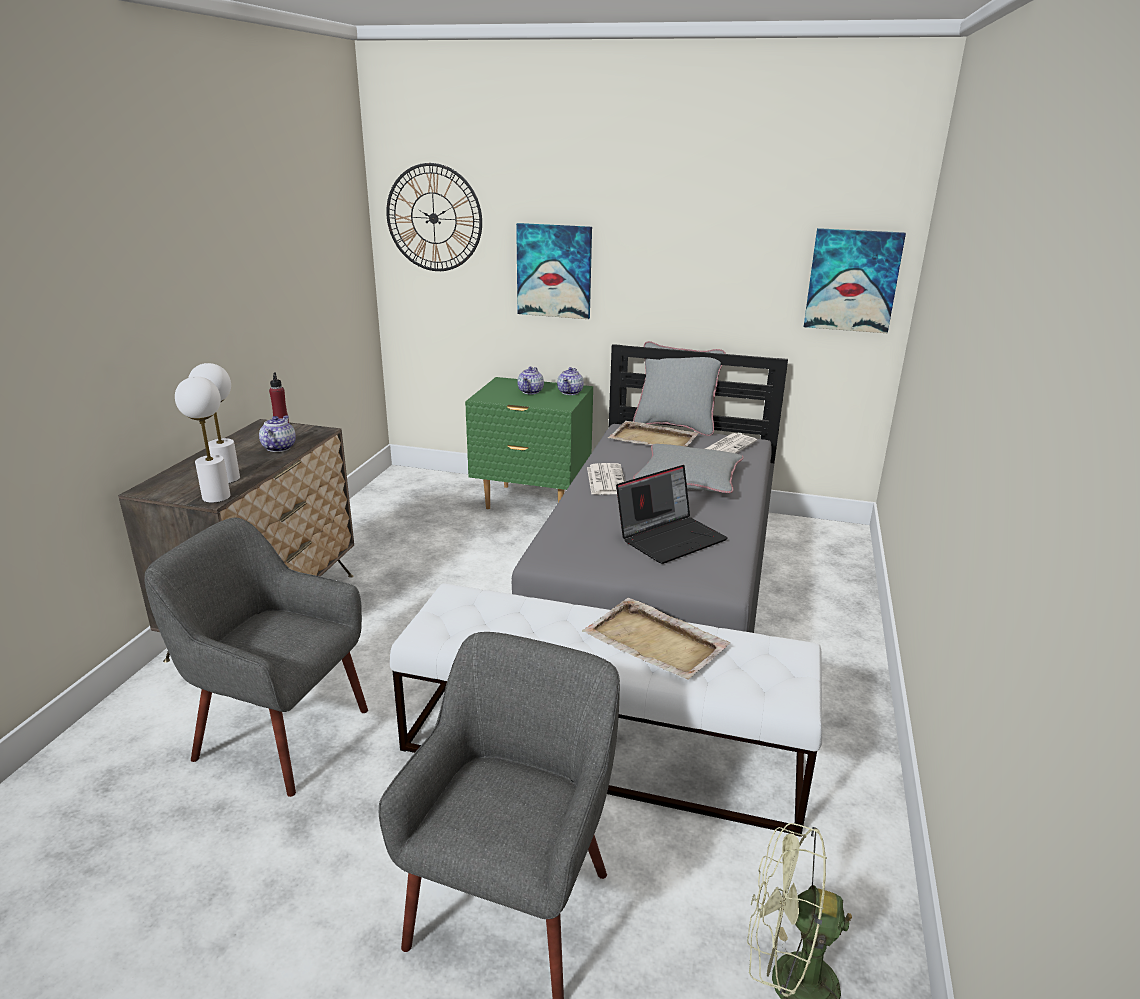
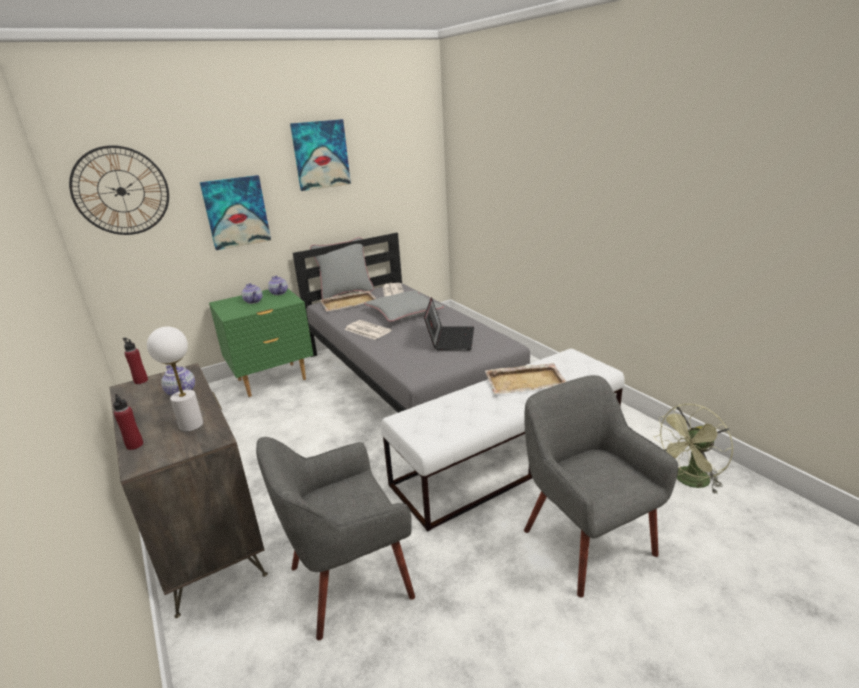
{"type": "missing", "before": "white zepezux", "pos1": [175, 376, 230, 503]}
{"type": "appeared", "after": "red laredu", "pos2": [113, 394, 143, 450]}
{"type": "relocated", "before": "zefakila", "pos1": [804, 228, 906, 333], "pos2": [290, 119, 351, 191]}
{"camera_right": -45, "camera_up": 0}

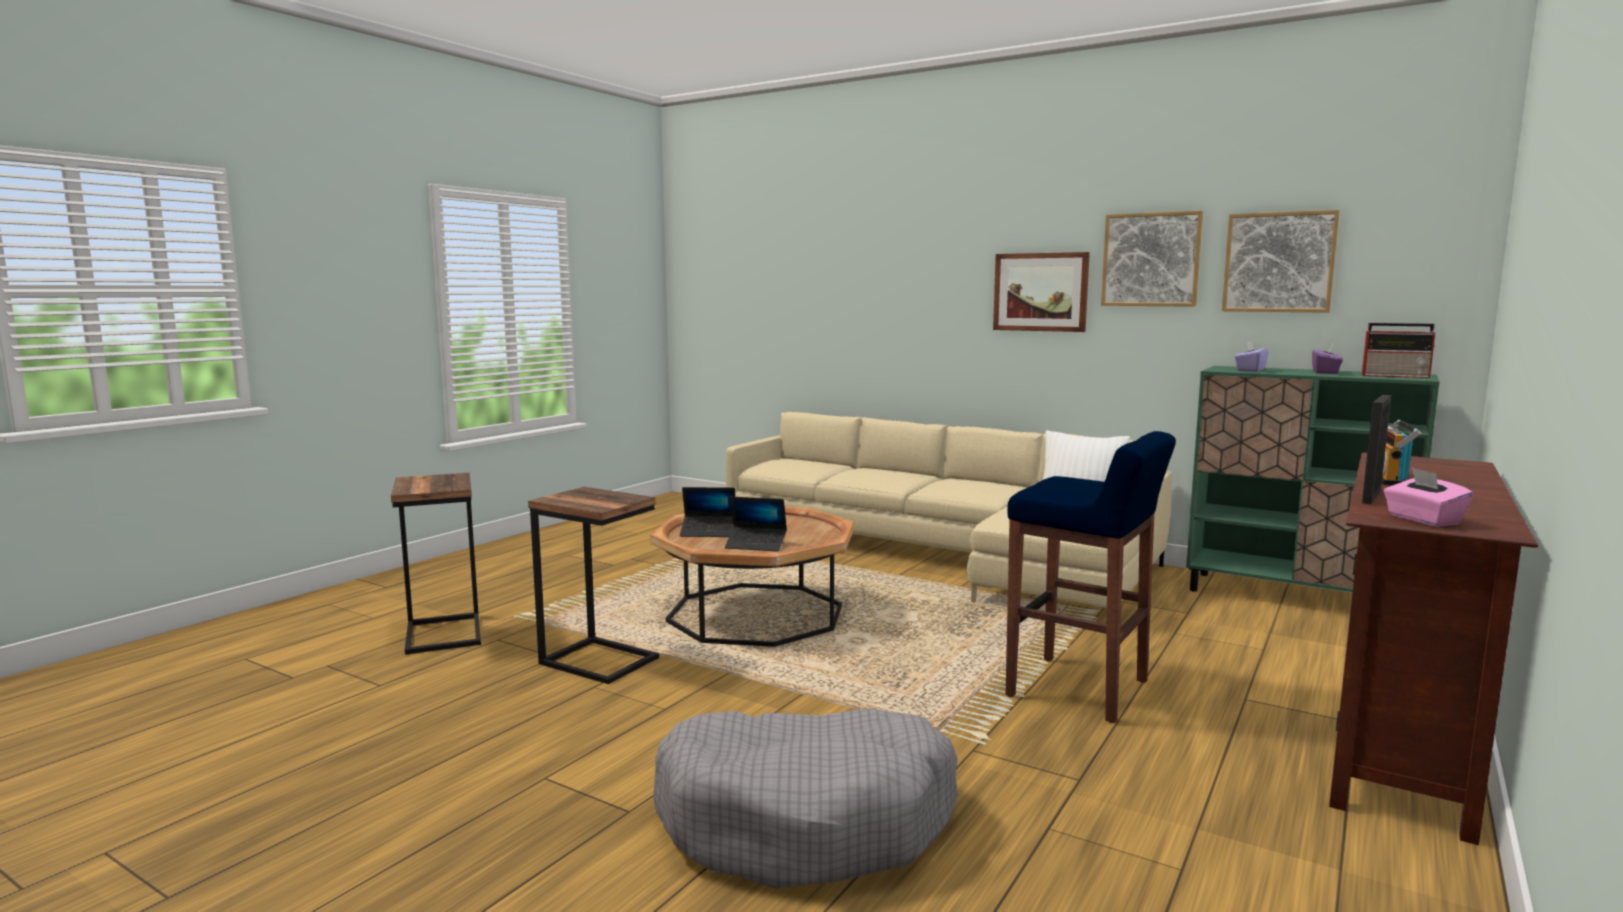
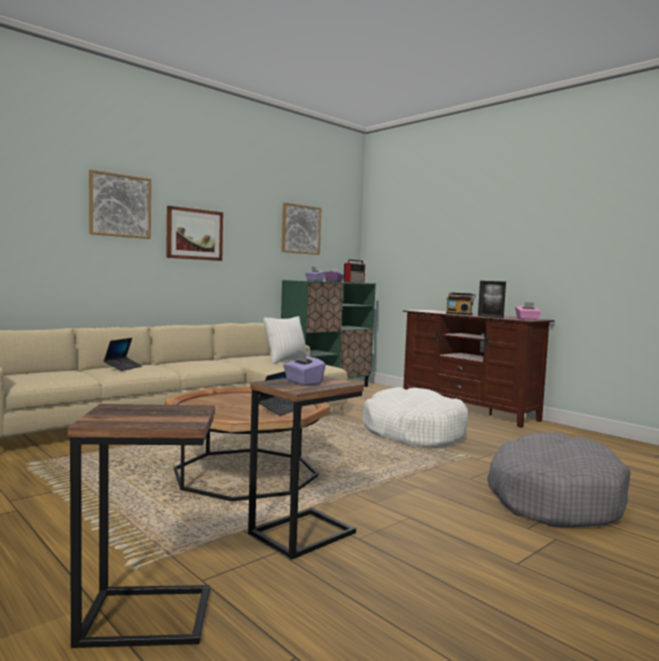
{"type": "appeared", "after": "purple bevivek", "pos2": [283, 350, 326, 386]}
{"type": "relocated", "before": "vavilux", "pos1": [680, 487, 735, 537], "pos2": [103, 338, 142, 371]}
{"type": "relocated", "before": "zefakila", "pos1": [1101, 211, 1203, 307], "pos2": [89, 170, 151, 239]}
{"type": "exchanged", "before": "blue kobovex", "after": "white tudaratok", "pos1": [1005, 431, 1176, 723], "pos2": [363, 387, 468, 448]}
{"camera_right": -75, "camera_up": -5}

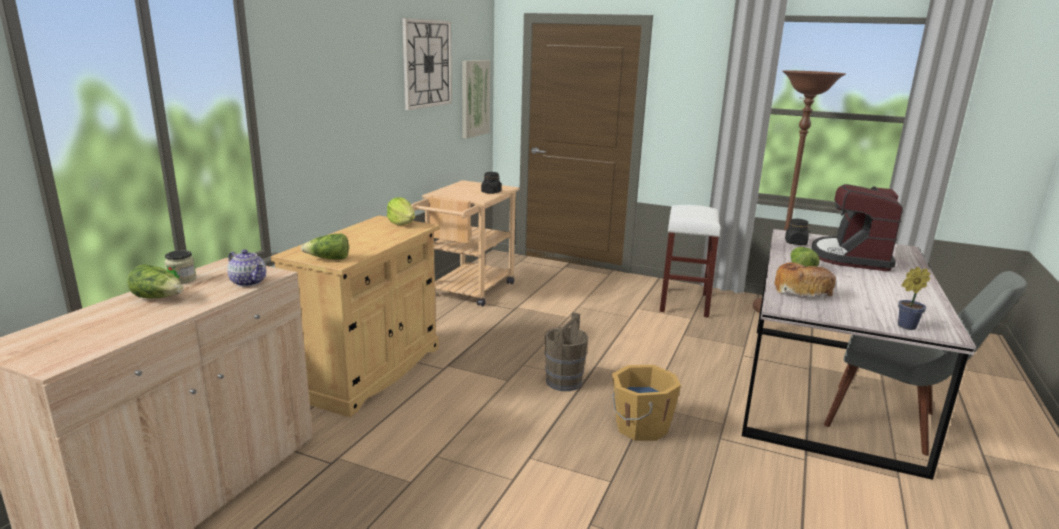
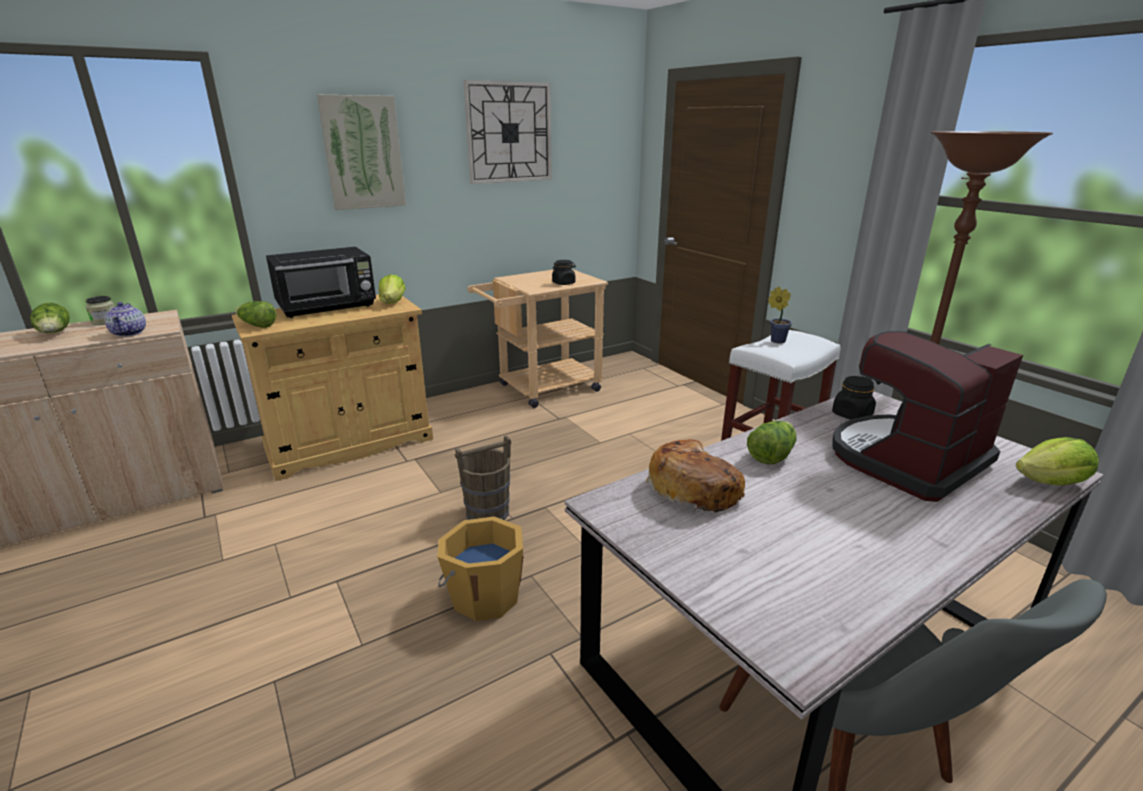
{"type": "appeared", "after": "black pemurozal", "pos2": [266, 247, 376, 318]}
{"type": "appeared", "after": "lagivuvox", "pos2": [1016, 437, 1099, 485]}
{"type": "relocated", "before": "zefakila", "pos1": [462, 60, 490, 139], "pos2": [317, 95, 406, 210]}
{"type": "relocated", "before": "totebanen", "pos1": [898, 267, 931, 330], "pos2": [768, 286, 792, 344]}
{"camera_right": 35, "camera_up": 5}

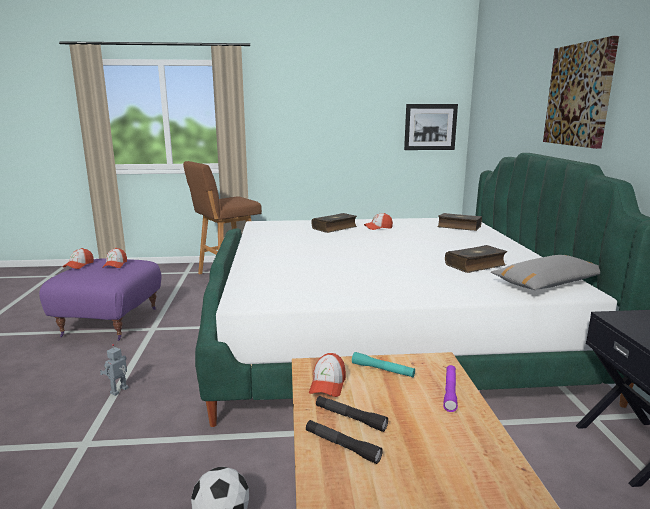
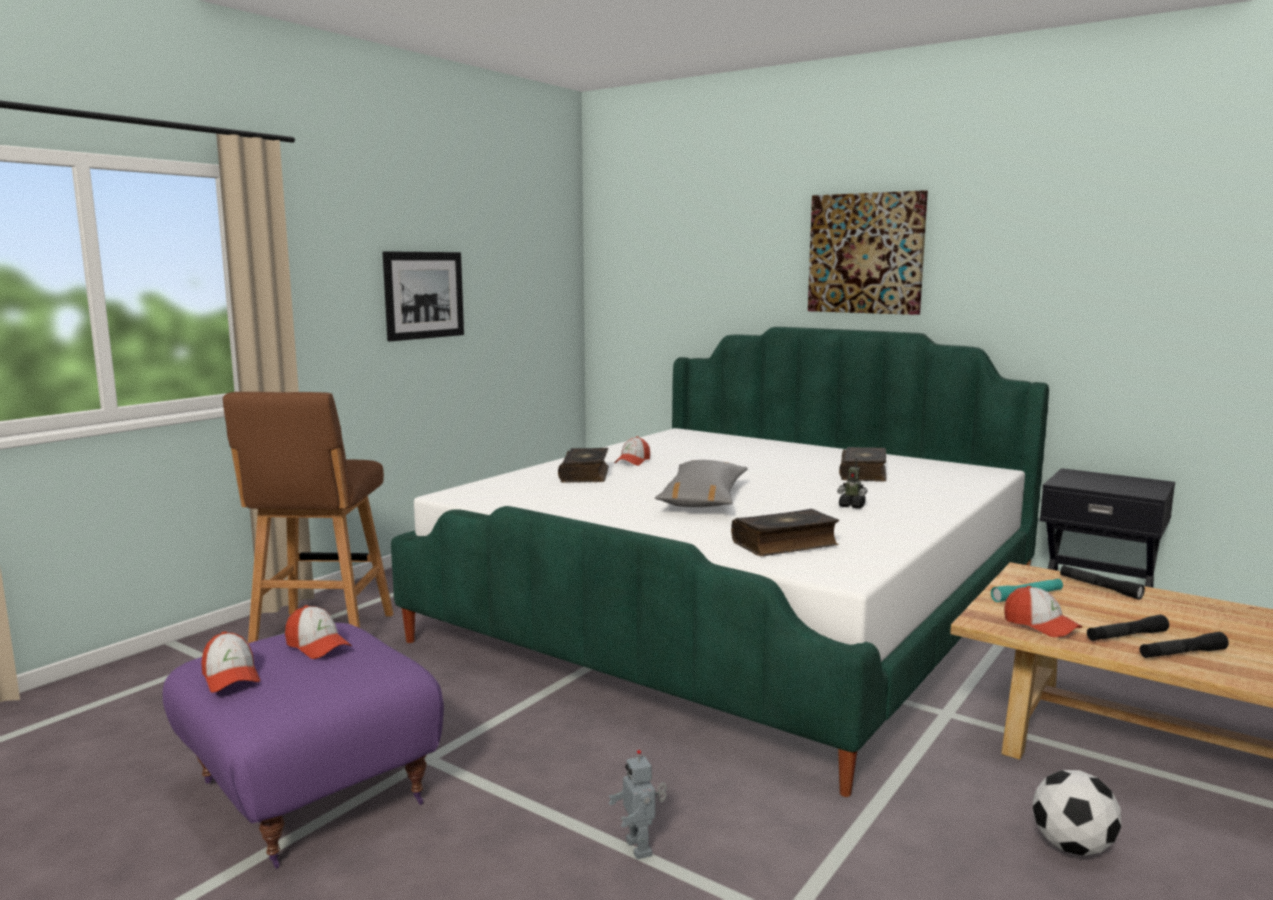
{"type": "appeared", "after": "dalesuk", "pos2": [837, 458, 868, 509]}
{"type": "relocated", "before": "zefakila", "pos1": [404, 104, 458, 150], "pos2": [383, 251, 464, 341]}
{"type": "relocated", "before": "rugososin", "pos1": [437, 213, 482, 231], "pos2": [731, 509, 839, 556]}
{"type": "relocated", "before": "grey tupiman", "pos1": [491, 255, 600, 290], "pos2": [655, 460, 748, 507]}
{"type": "colour", "before": "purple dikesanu", "after": "black dikesanu", "pos1": [443, 365, 458, 412], "pos2": [1060, 565, 1145, 600]}
{"camera_right": -50, "camera_up": -5}

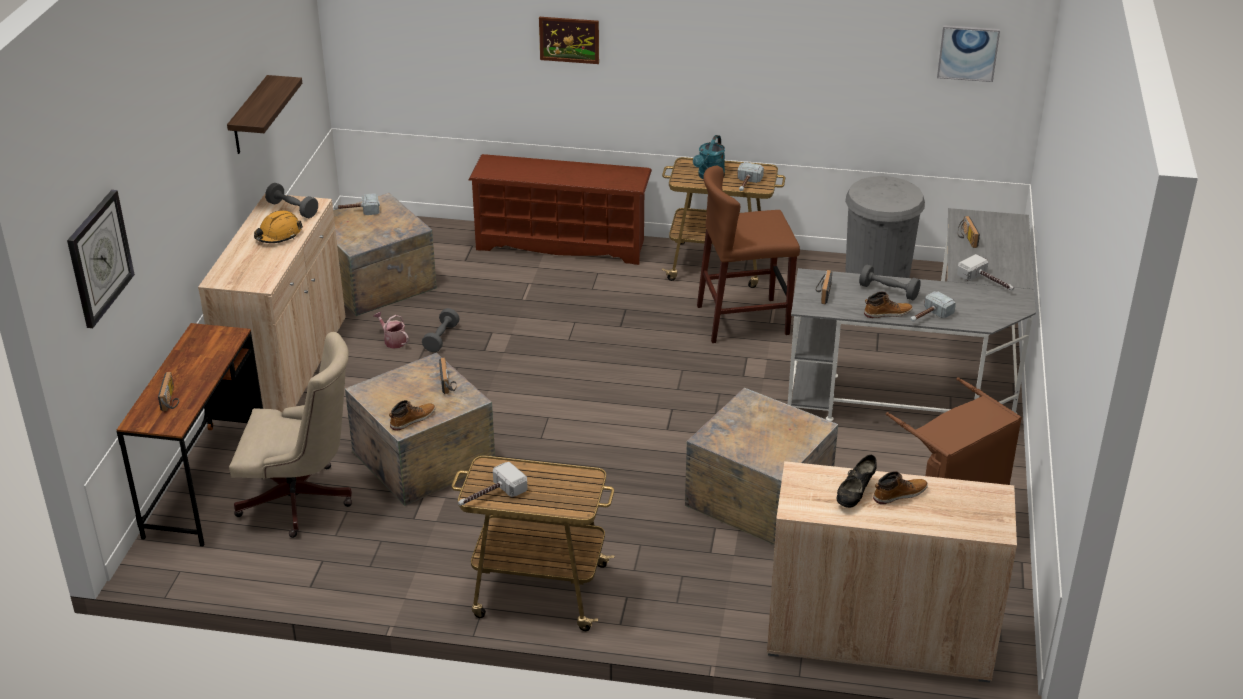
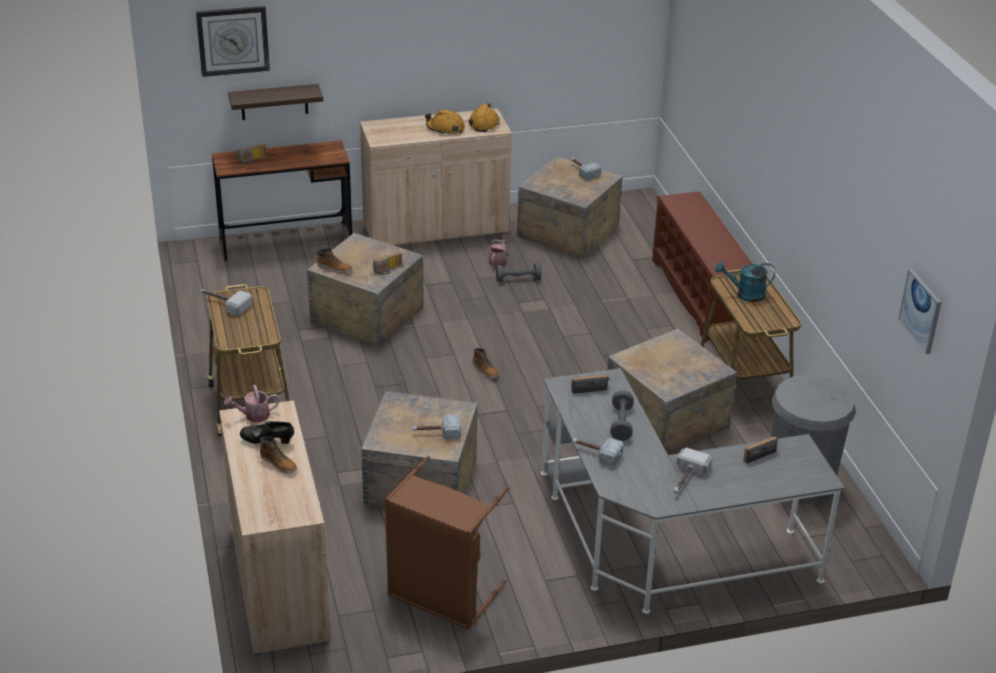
{"type": "missing", "before": "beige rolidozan", "pos1": [229, 332, 352, 538]}
{"type": "missing", "before": "zefakila", "pos1": [539, 17, 599, 64]}
{"type": "appeared", "after": "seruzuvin", "pos2": [224, 385, 280, 422]}
{"type": "relocated", "before": "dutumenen", "pos1": [227, 75, 302, 154], "pos2": [228, 84, 323, 120]}
{"type": "relocated", "before": "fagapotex", "pos1": [737, 162, 764, 191], "pos2": [412, 414, 461, 440]}
{"type": "relocated", "before": "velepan", "pos1": [864, 292, 913, 318], "pos2": [473, 348, 499, 378]}
{"type": "exchanged", "before": "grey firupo", "after": "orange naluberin", "pos1": [265, 183, 318, 218], "pos2": [468, 103, 500, 132]}
{"type": "exchanged", "before": "brown kobovex", "after": "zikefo", "pos1": [697, 166, 800, 343], "pos2": [607, 329, 737, 454]}
{"camera_right": 65, "camera_up": 0}

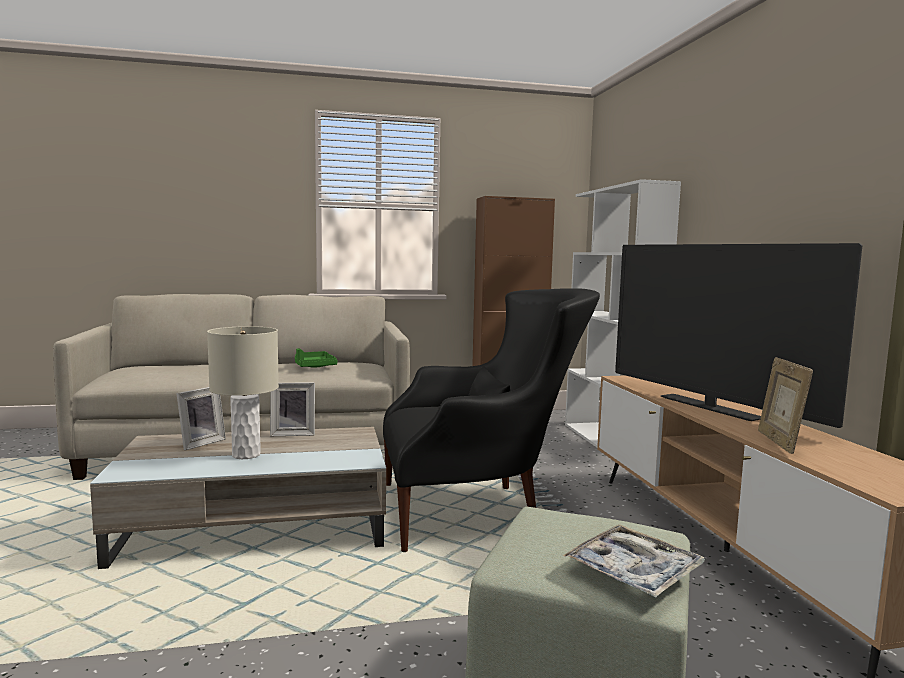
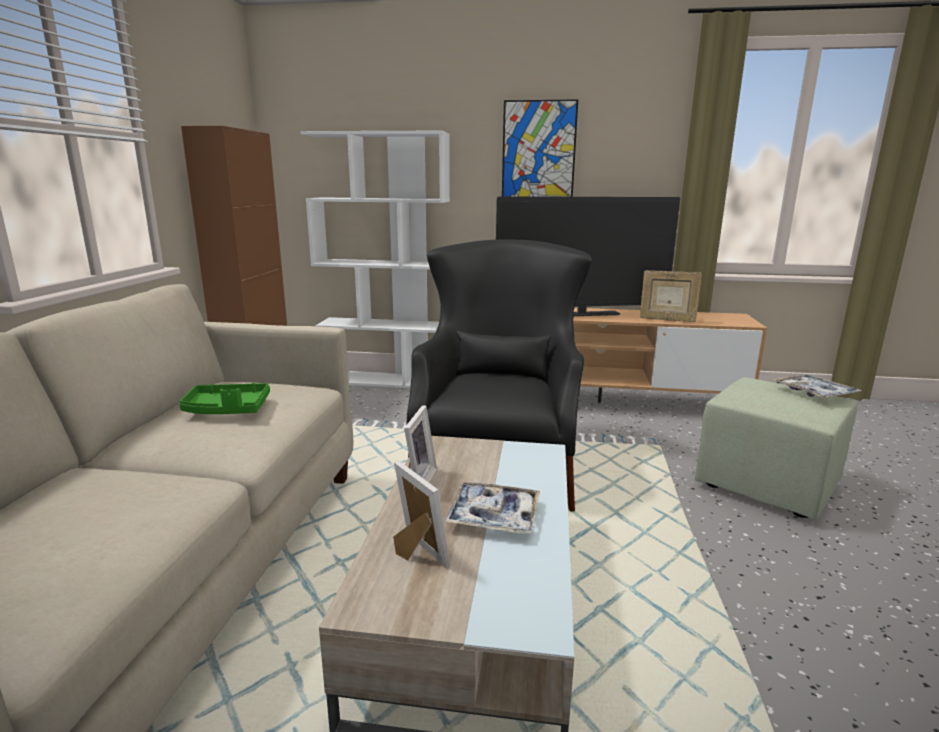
{"type": "appeared", "after": "zefakila", "pos2": [502, 100, 578, 197]}
{"type": "exchanged", "before": "beige zepezux", "after": "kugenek", "pos1": [207, 326, 279, 459], "pos2": [445, 482, 540, 534]}
{"camera_right": -70, "camera_up": 10}

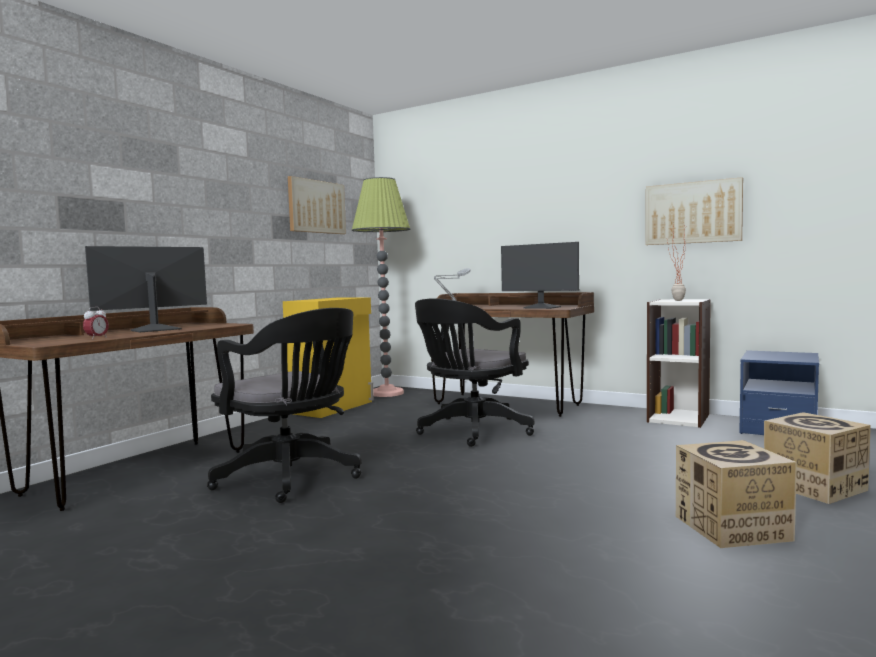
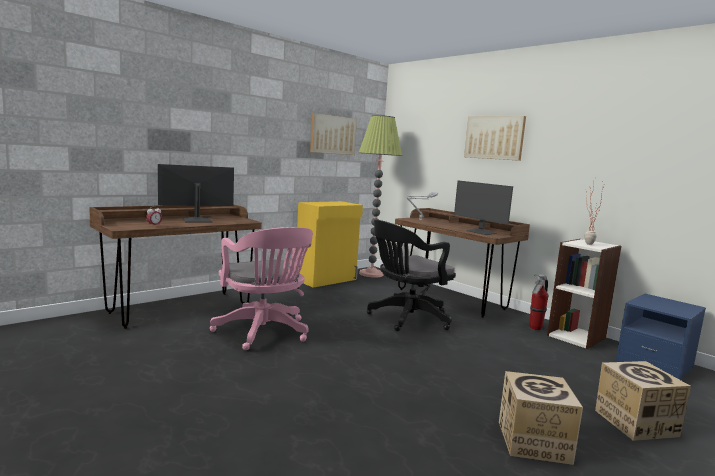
{"type": "appeared", "after": "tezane", "pos2": [529, 274, 548, 330]}
{"type": "relocated", "before": "zefakila", "pos1": [646, 177, 743, 245], "pos2": [464, 116, 526, 161]}
{"type": "colour", "before": "black rolidozan", "after": "pink rolidozan", "pos1": [207, 308, 361, 503], "pos2": [210, 227, 313, 350]}
{"camera_right": 15, "camera_up": 5}

